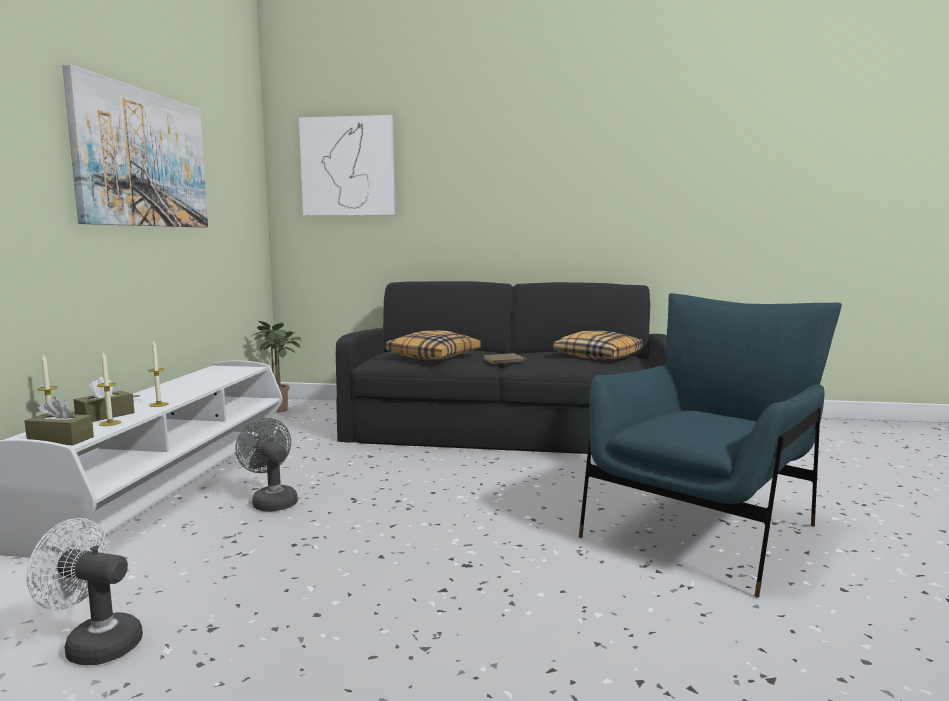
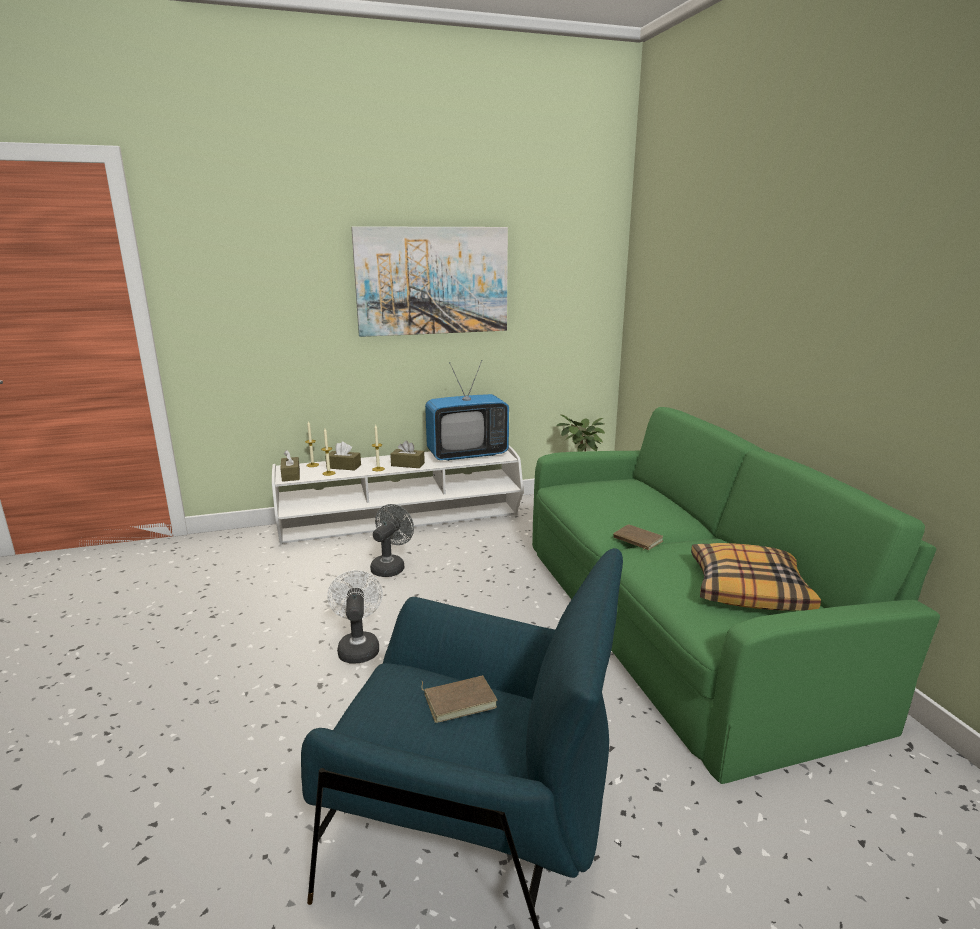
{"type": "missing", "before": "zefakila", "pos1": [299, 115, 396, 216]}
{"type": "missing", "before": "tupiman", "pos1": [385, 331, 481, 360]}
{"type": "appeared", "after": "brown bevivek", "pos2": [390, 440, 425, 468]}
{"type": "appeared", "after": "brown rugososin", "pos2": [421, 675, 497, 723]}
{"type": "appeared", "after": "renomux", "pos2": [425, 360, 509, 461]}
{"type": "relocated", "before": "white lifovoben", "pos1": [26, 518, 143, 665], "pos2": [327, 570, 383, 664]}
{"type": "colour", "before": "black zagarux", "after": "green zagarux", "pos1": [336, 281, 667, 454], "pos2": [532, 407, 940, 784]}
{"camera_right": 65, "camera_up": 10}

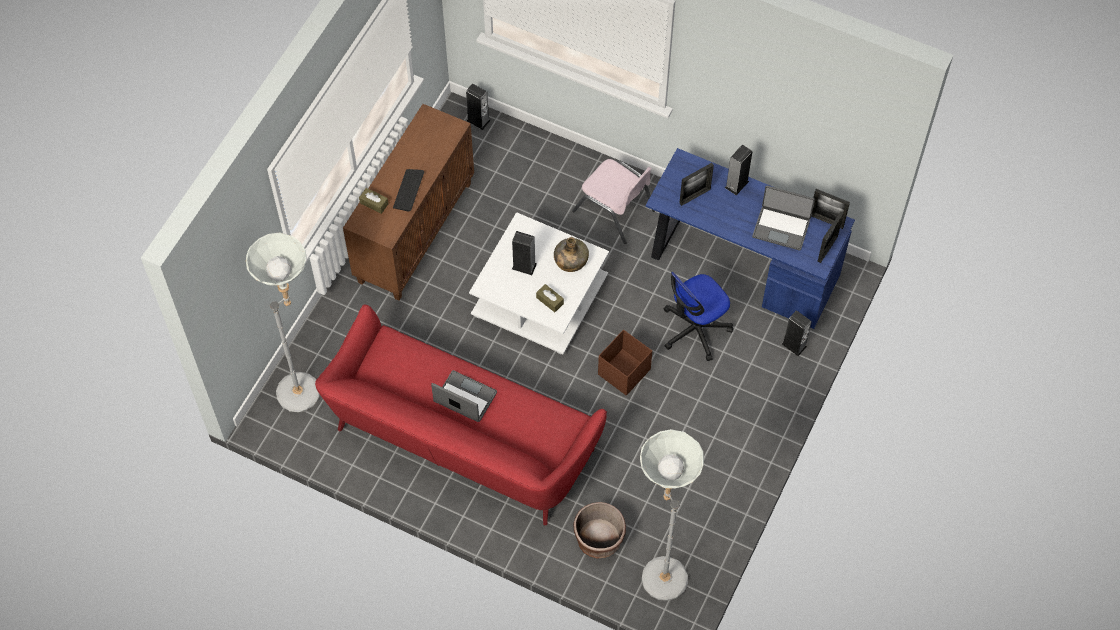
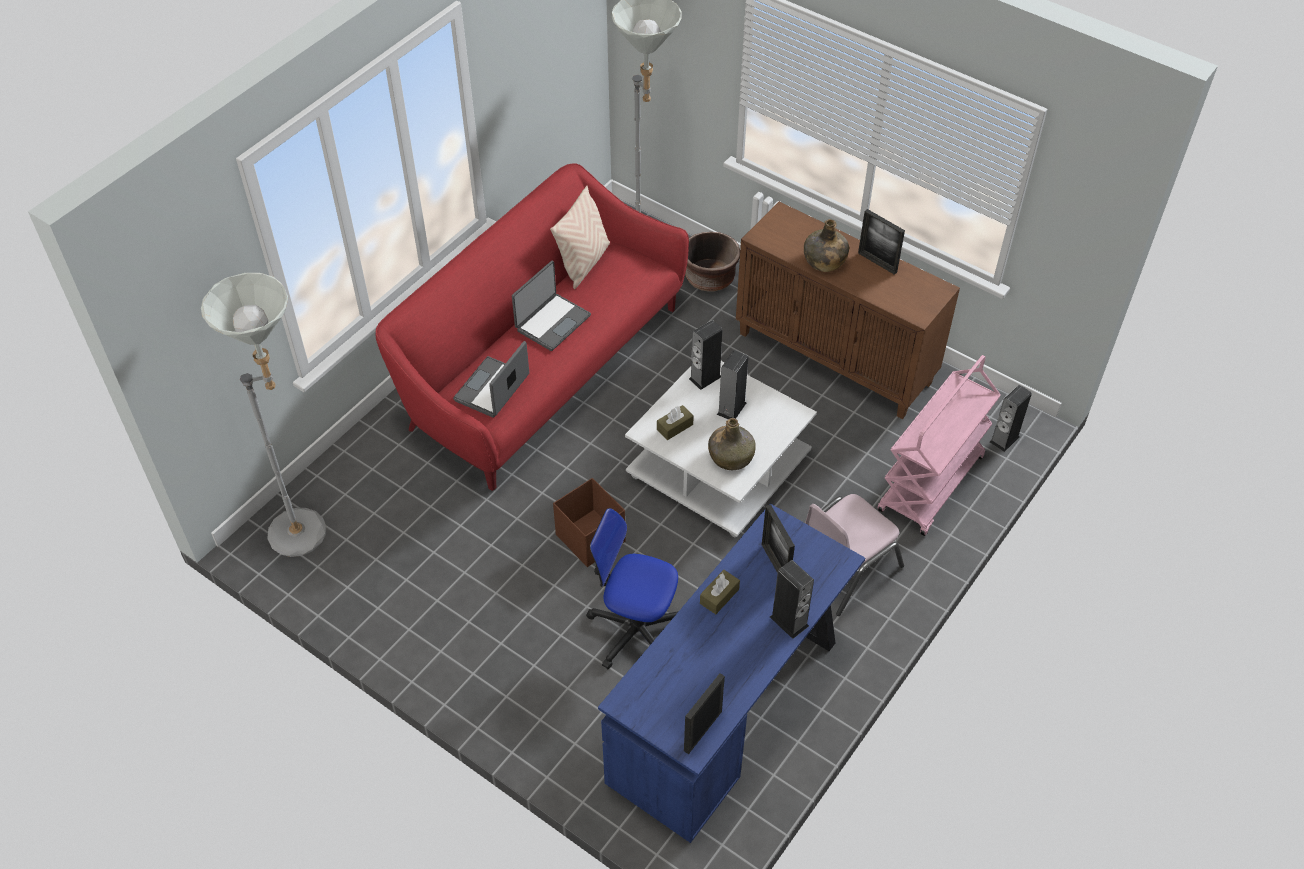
{"type": "appeared", "after": "beige tupiman", "pos2": [550, 186, 610, 289]}
{"type": "appeared", "after": "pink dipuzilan", "pos2": [878, 355, 1001, 536]}
{"type": "relocated", "before": "brown bevivek", "pos1": [359, 188, 388, 214], "pos2": [700, 570, 740, 614]}
{"type": "relocated", "before": "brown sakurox", "pos1": [573, 502, 626, 559], "pos2": [685, 232, 740, 292]}
{"type": "relocated", "before": "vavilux", "pos1": [752, 185, 815, 251], "pos2": [453, 341, 529, 418]}
{"type": "relocated", "before": "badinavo", "pos1": [782, 310, 812, 356], "pos2": [689, 320, 723, 390]}
{"type": "relocated", "before": "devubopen", "pos1": [817, 212, 844, 263], "pos2": [858, 209, 905, 275]}
{"type": "exchanged", "before": "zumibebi", "after": "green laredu", "pos1": [393, 169, 424, 212], "pos2": [804, 219, 849, 272]}
{"type": "spun", "before": "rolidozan", "pos1": [664, 272, 733, 361], "pos2": [587, 508, 679, 669], "turn": -45}
{"camera_right": 100, "camera_up": -10}

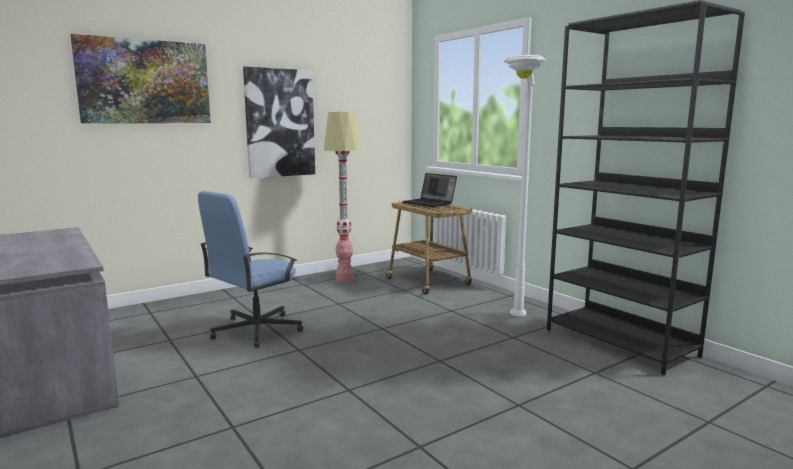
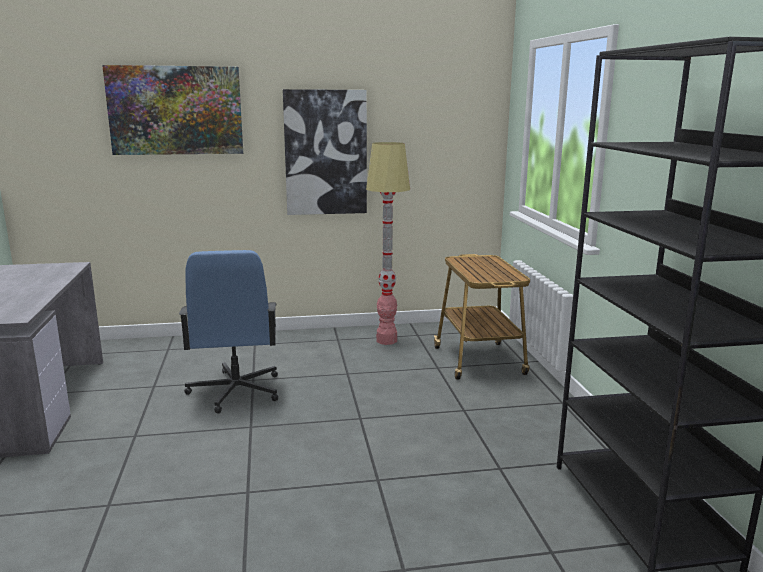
{"type": "missing", "before": "vavilux", "pos1": [402, 173, 457, 207]}
{"type": "missing", "before": "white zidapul", "pos1": [504, 55, 546, 317]}
{"type": "spun", "before": "blue rolidozan", "pos1": [198, 191, 303, 348], "pos2": [179, 250, 278, 414], "turn": -75}
{"camera_right": 25, "camera_up": 5}

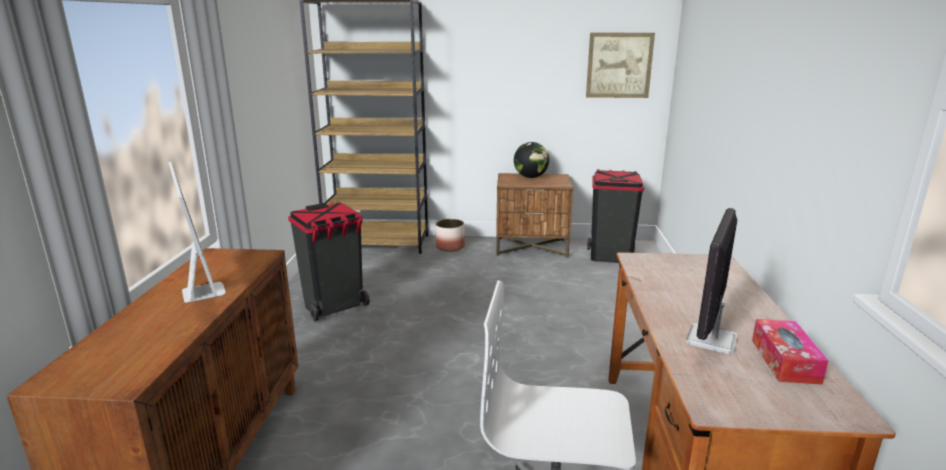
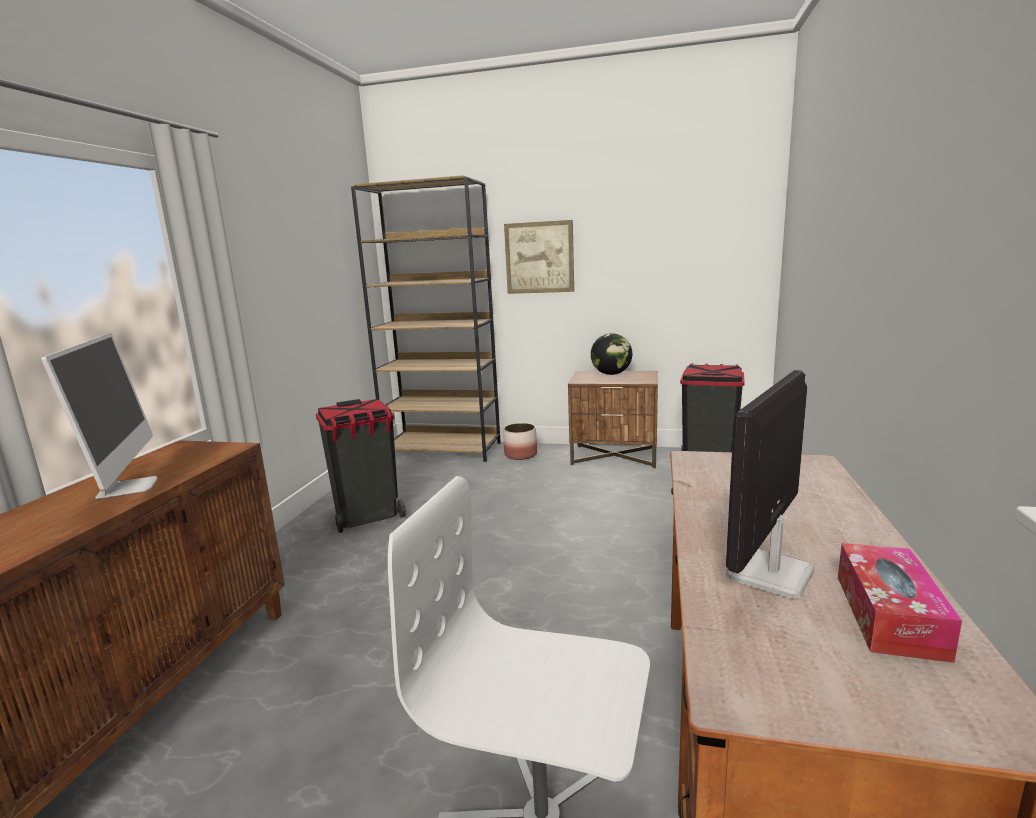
{"type": "relocated", "before": "zefakila", "pos1": [586, 33, 655, 98], "pos2": [504, 220, 574, 294]}
{"camera_right": 10, "camera_up": -5}

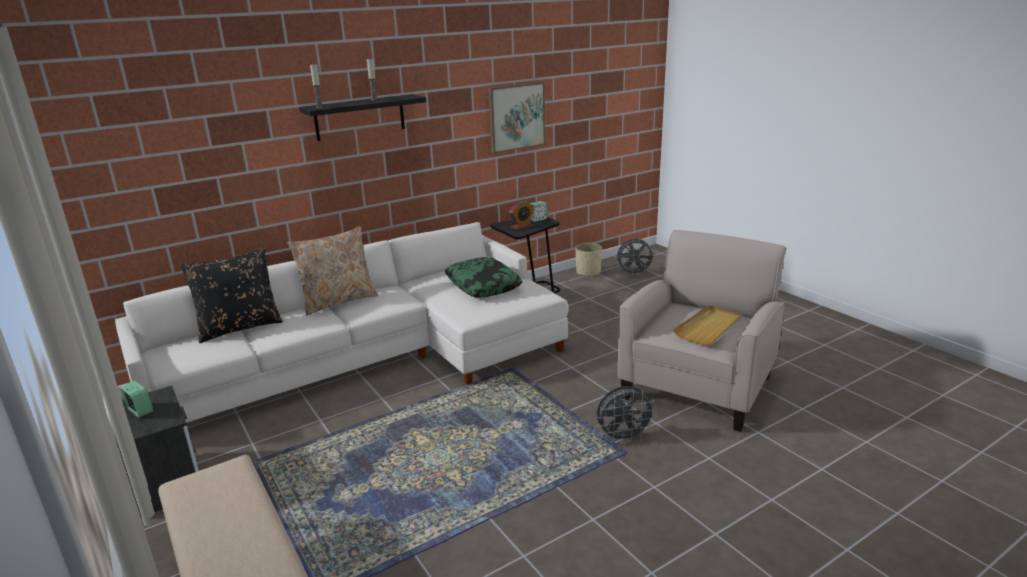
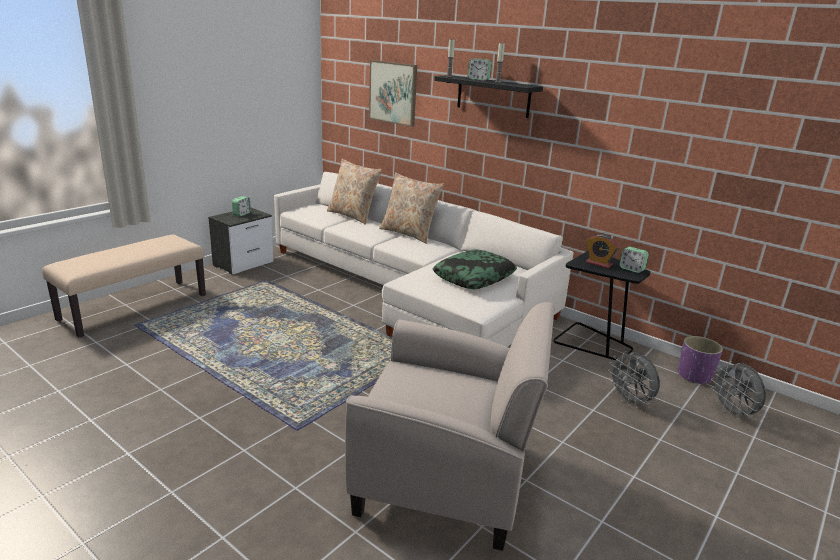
{"type": "missing", "before": "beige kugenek", "pos1": [673, 305, 742, 345]}
{"type": "appeared", "after": "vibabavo", "pos2": [468, 59, 492, 80]}
{"type": "relocated", "before": "zefakila", "pos1": [488, 82, 545, 153], "pos2": [369, 60, 417, 127]}
{"type": "relocated", "before": "grey lifovoben", "pos1": [597, 386, 657, 443], "pos2": [608, 351, 660, 408]}
{"type": "colour", "before": "black tupiman", "after": "beige tupiman", "pos1": [180, 247, 283, 343], "pos2": [327, 159, 382, 225]}
{"type": "colour", "before": "beige sakurox", "after": "purple sakurox", "pos1": [575, 243, 602, 276], "pos2": [678, 336, 723, 384]}
{"camera_right": 70, "camera_up": 0}

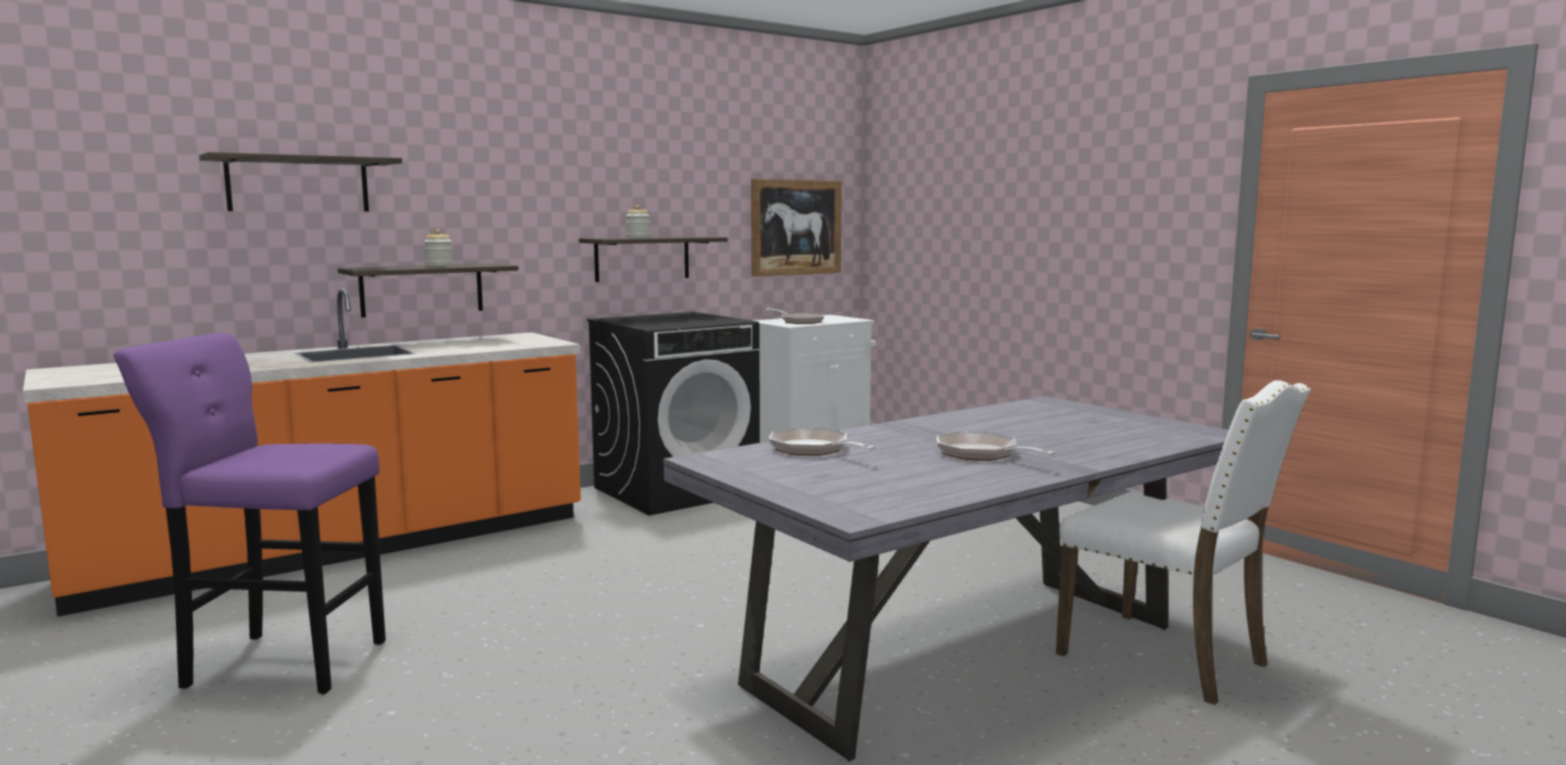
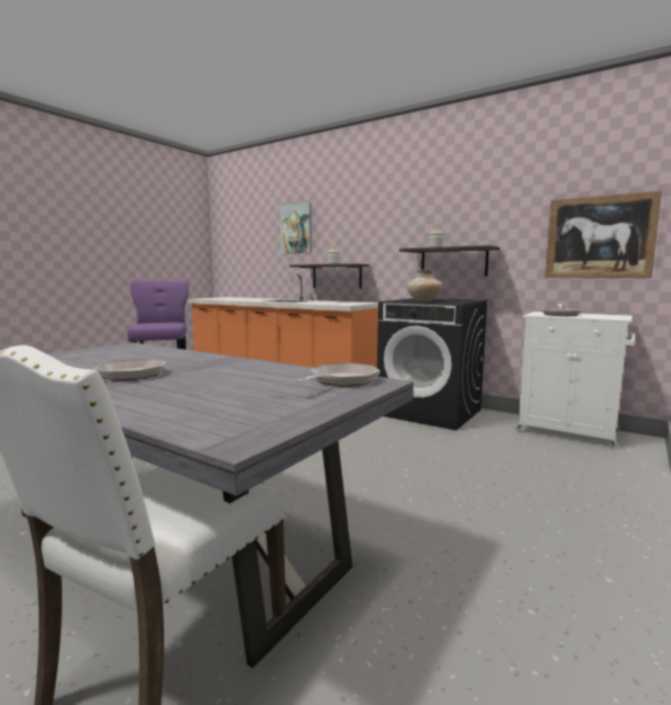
{"type": "appeared", "after": "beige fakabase", "pos2": [407, 270, 442, 302]}
{"type": "relocated", "before": "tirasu", "pos1": [769, 428, 877, 456], "pos2": [295, 363, 380, 387]}
{"type": "exchanged", "before": "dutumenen", "after": "zefakila", "pos1": [199, 152, 402, 211], "pos2": [279, 203, 312, 254]}
{"camera_right": 70, "camera_up": 0}

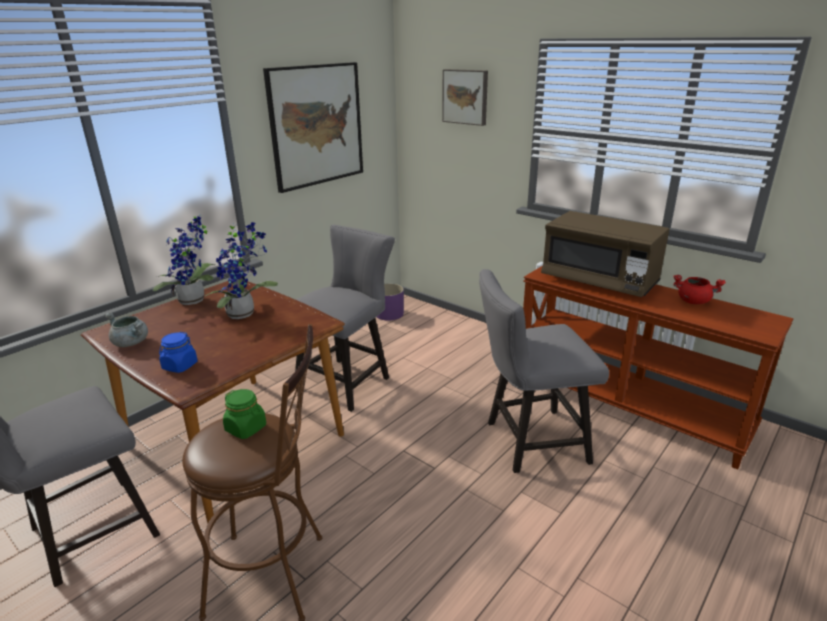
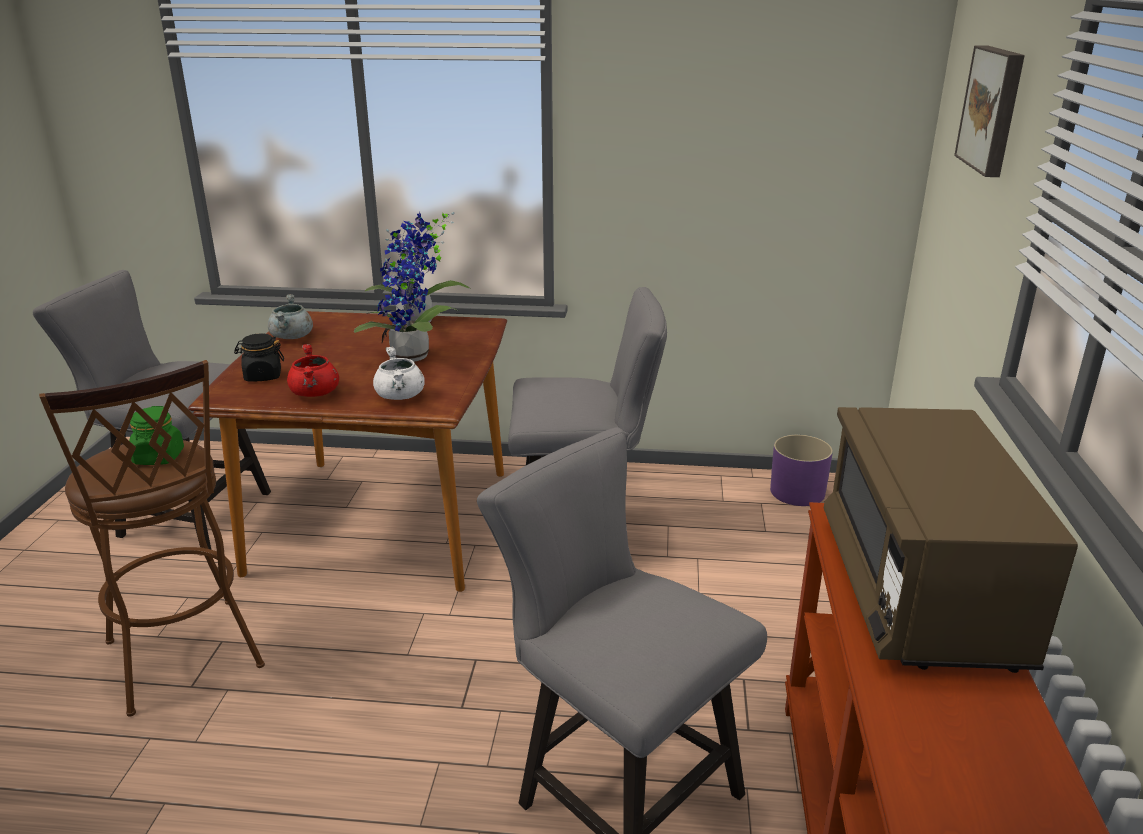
{"type": "missing", "before": "zefakila", "pos1": [263, 62, 363, 193]}
{"type": "appeared", "after": "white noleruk", "pos2": [373, 347, 425, 400]}
{"type": "relocated", "before": "red noleruk", "pos1": [673, 275, 726, 304], "pos2": [287, 344, 339, 397]}
{"type": "colour", "before": "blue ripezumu", "after": "black ripezumu", "pos1": [159, 332, 197, 373], "pos2": [234, 333, 284, 382]}
{"camera_right": 55, "camera_up": 0}

